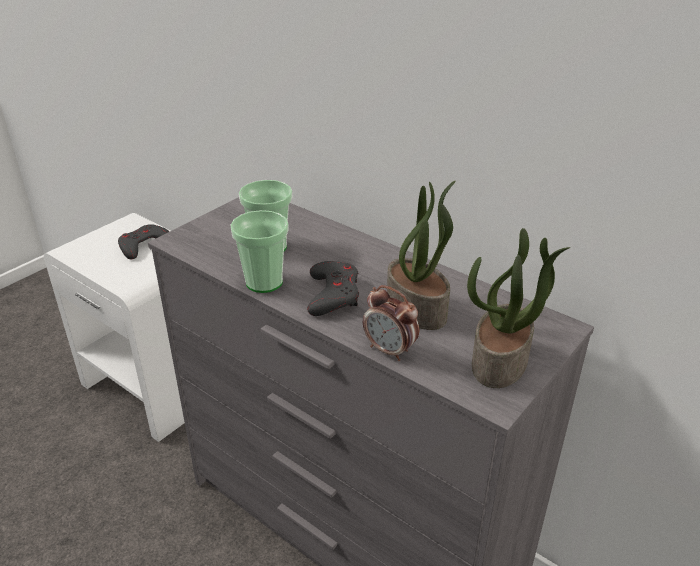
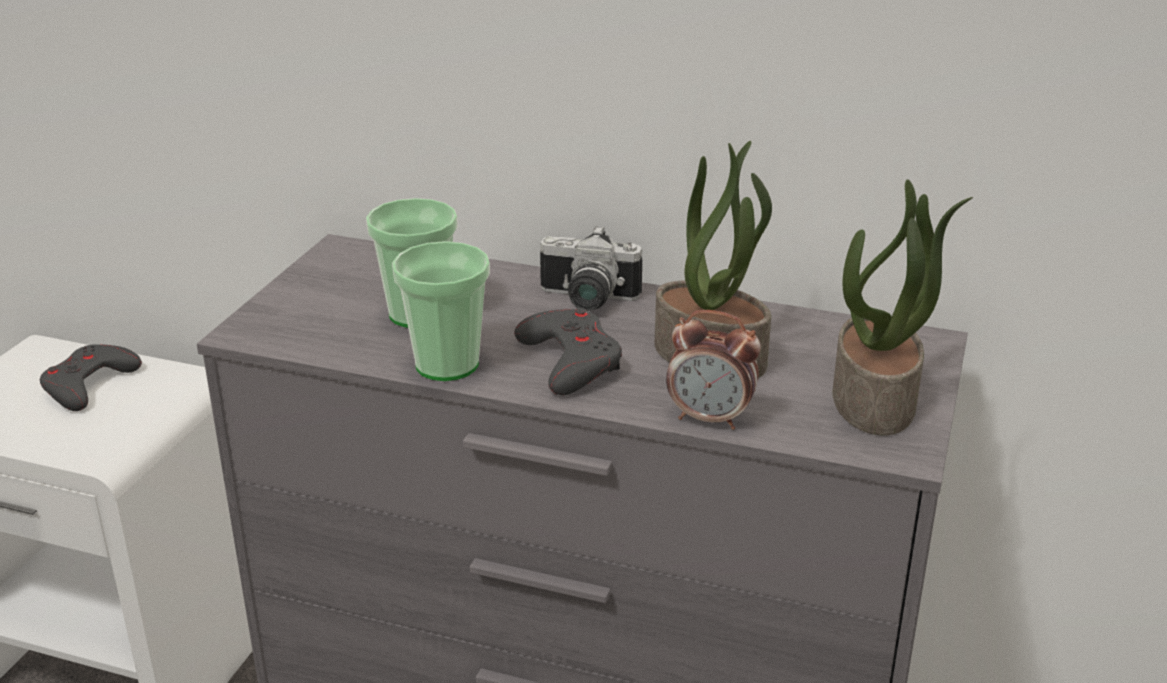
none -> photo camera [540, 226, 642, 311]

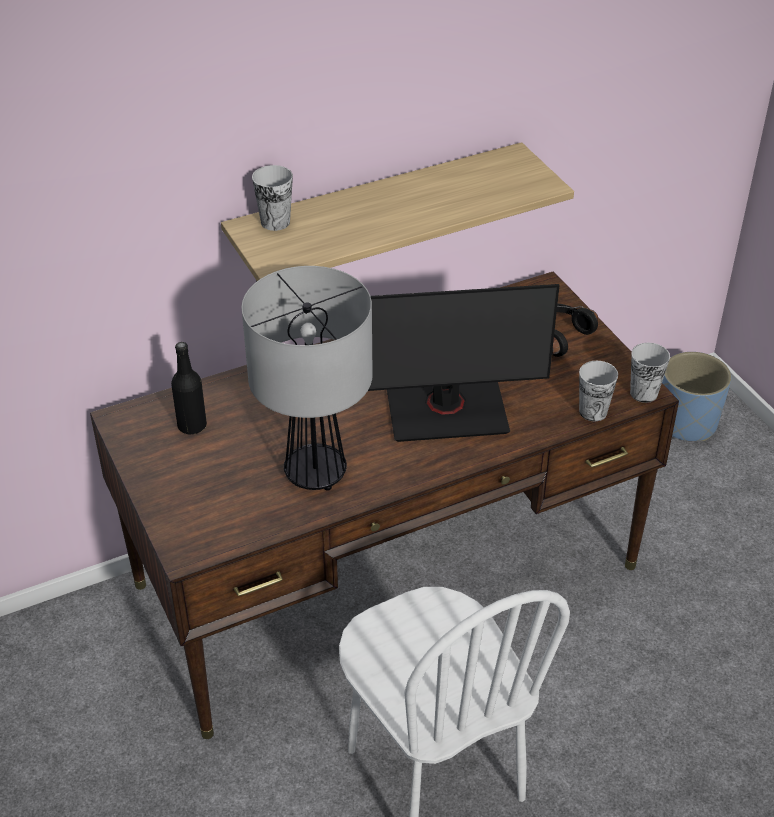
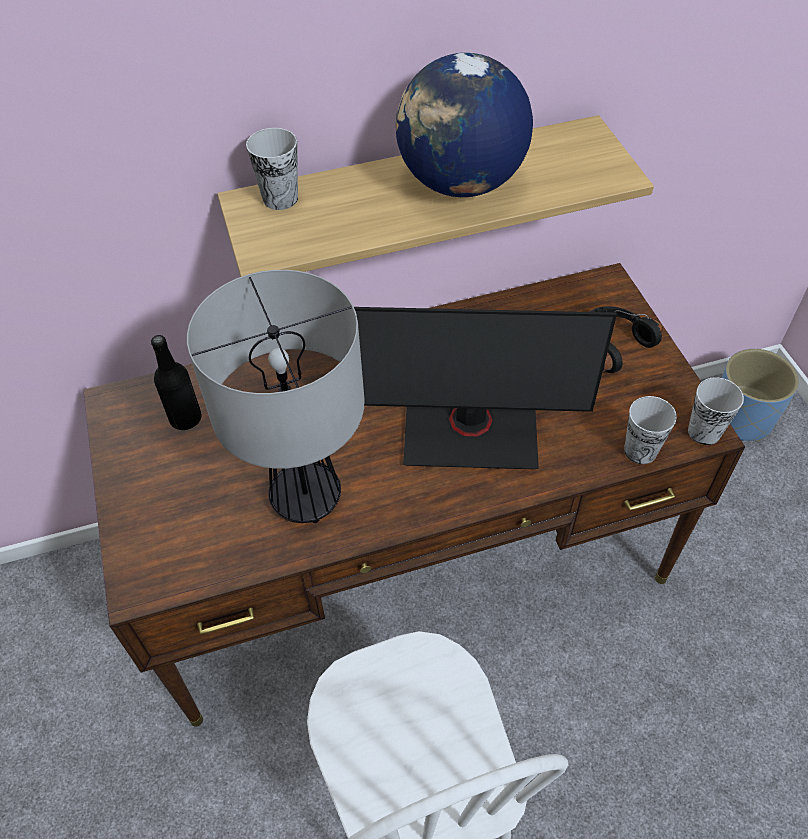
none -> globe [396, 53, 533, 197]

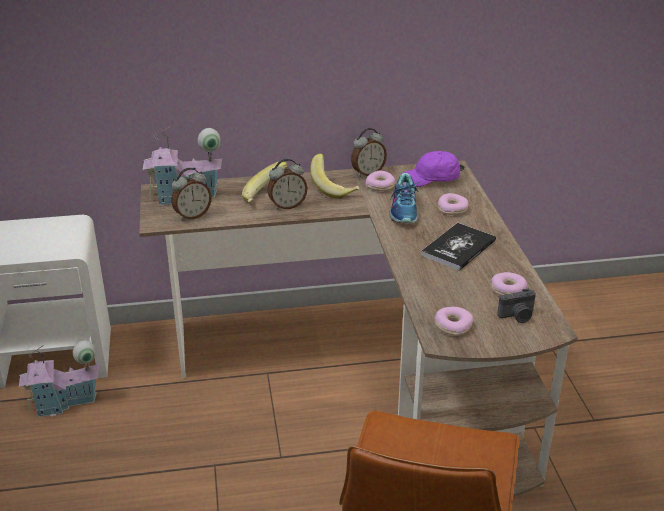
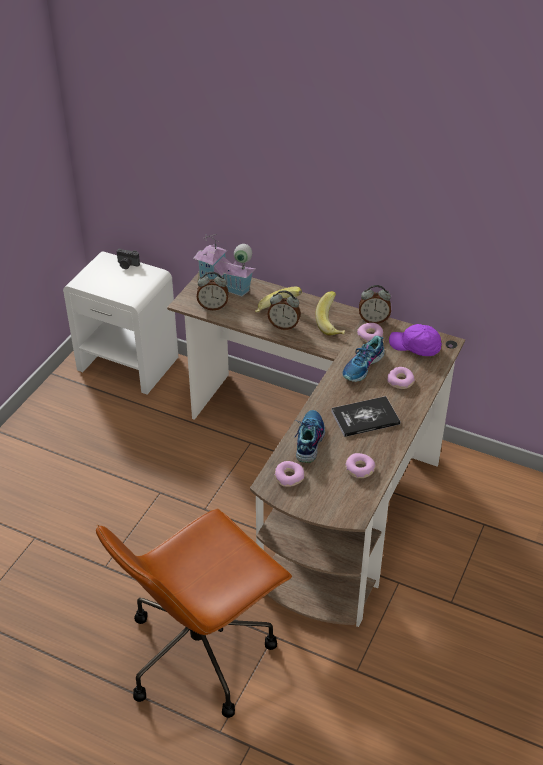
photo camera [497, 289, 536, 323] -> photo camera [117, 249, 140, 269], relocated
toy house [19, 340, 99, 417] -> none
none -> shoe [294, 410, 325, 463]

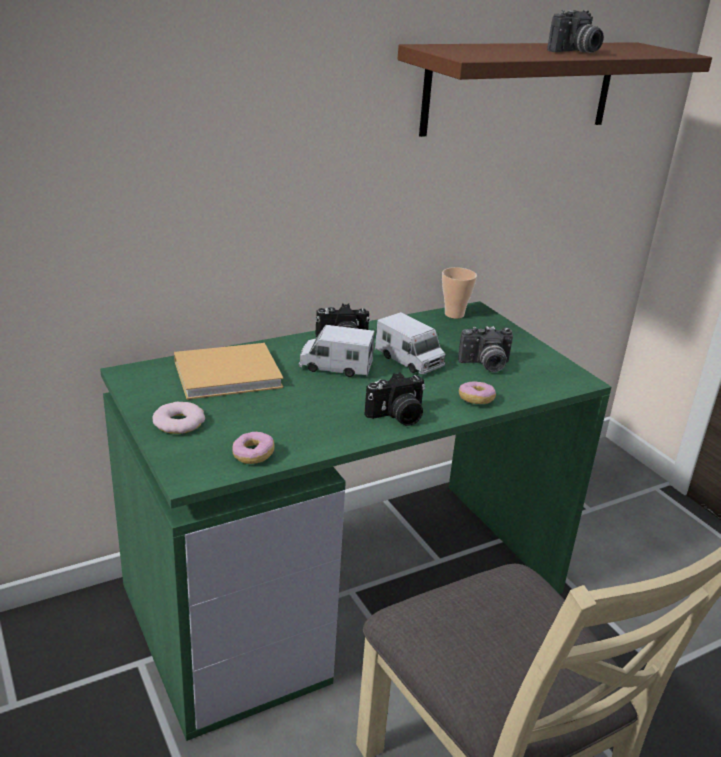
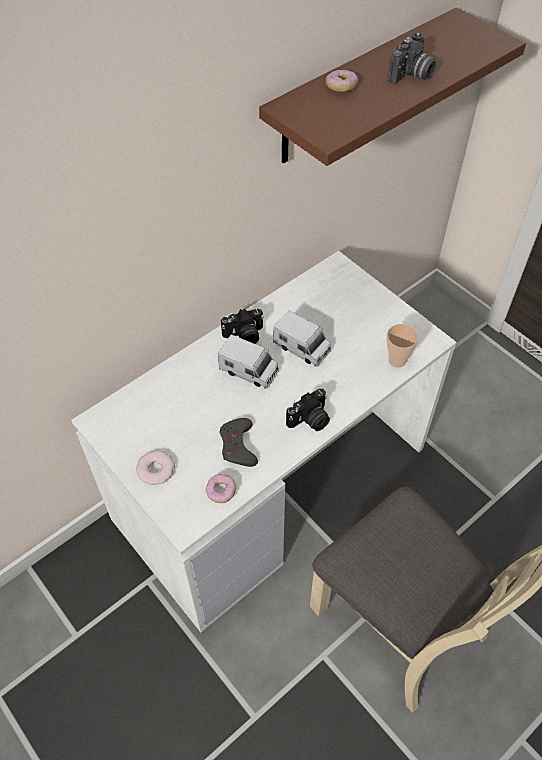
cup [442, 267, 477, 319] -> cup [387, 324, 419, 367], relocated
green desk [100, 301, 612, 741] -> white desk [71, 251, 457, 632]
toy truck [299, 325, 375, 377] -> toy truck [218, 334, 279, 389], 150 degrees counterclockwise
photo camera [458, 326, 513, 372] -> none
beige book [174, 343, 283, 400] -> none
donut [459, 381, 496, 404] -> donut [326, 70, 358, 92], relocated
none -> grey game controller [220, 418, 258, 467]

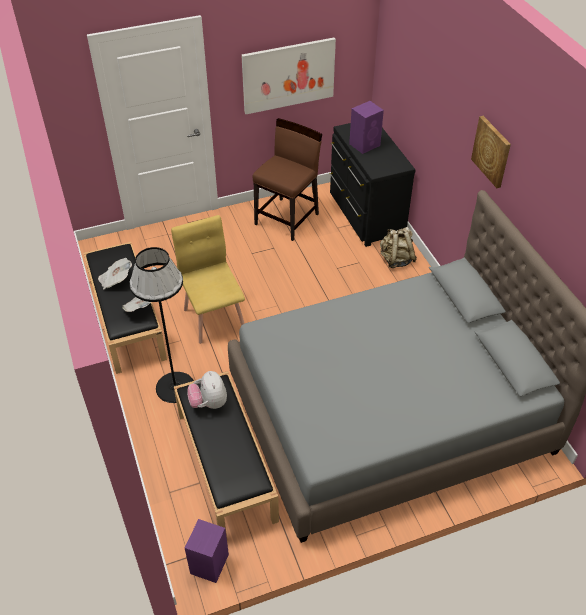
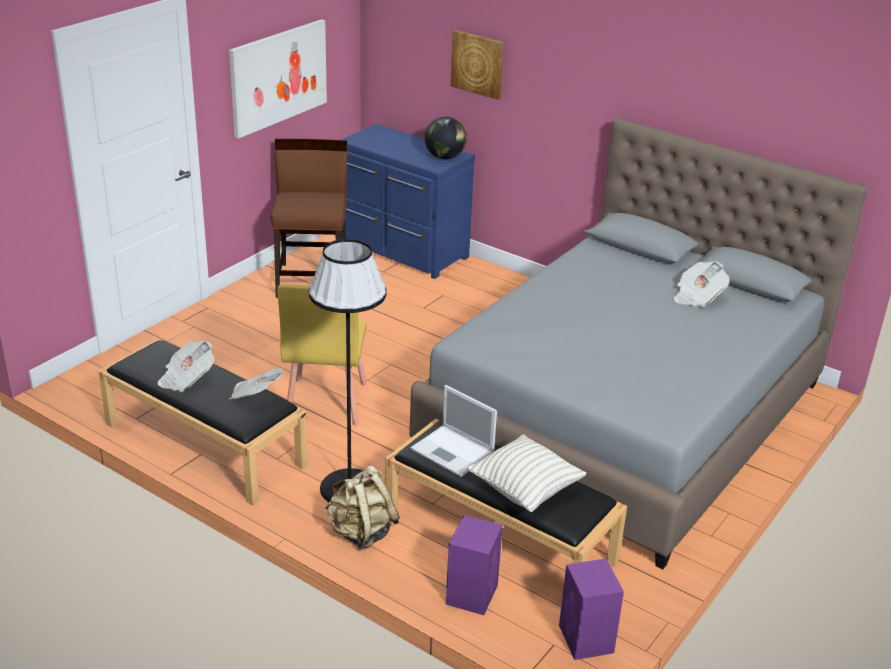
purple speaker [349, 101, 384, 154] -> purple speaker [446, 515, 503, 615], relocated
picture [471, 116, 511, 188] -> picture [451, 30, 504, 100], relocated
black dresser [330, 123, 416, 247] -> blue dresser [341, 124, 475, 279]
yellow chair [171, 215, 245, 344] -> yellow chair [277, 284, 367, 426], 120 degrees counterclockwise
beige backpack [380, 227, 417, 268] -> beige backpack [325, 465, 400, 550], relocated
plush toy [187, 371, 227, 409] -> laptop [411, 385, 497, 477]
none -> globe [425, 117, 467, 159]
none -> newspaper [673, 261, 730, 307]
none -> pillow [467, 434, 587, 512]

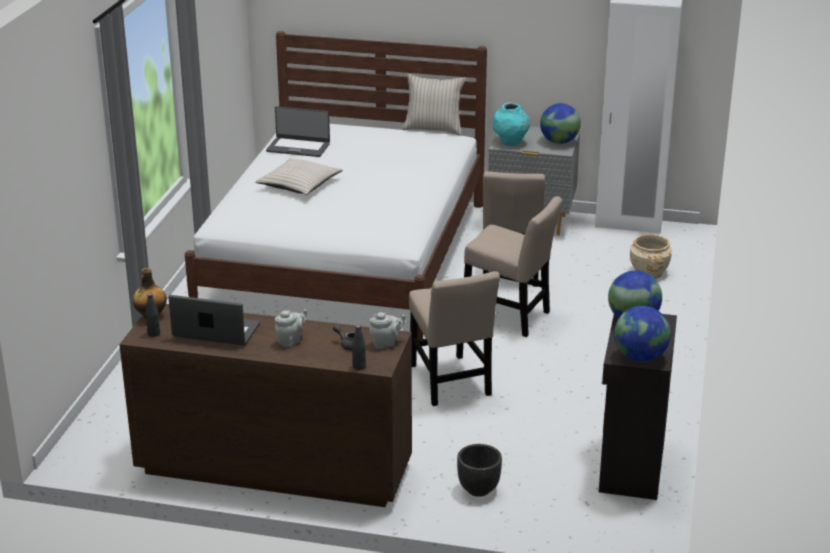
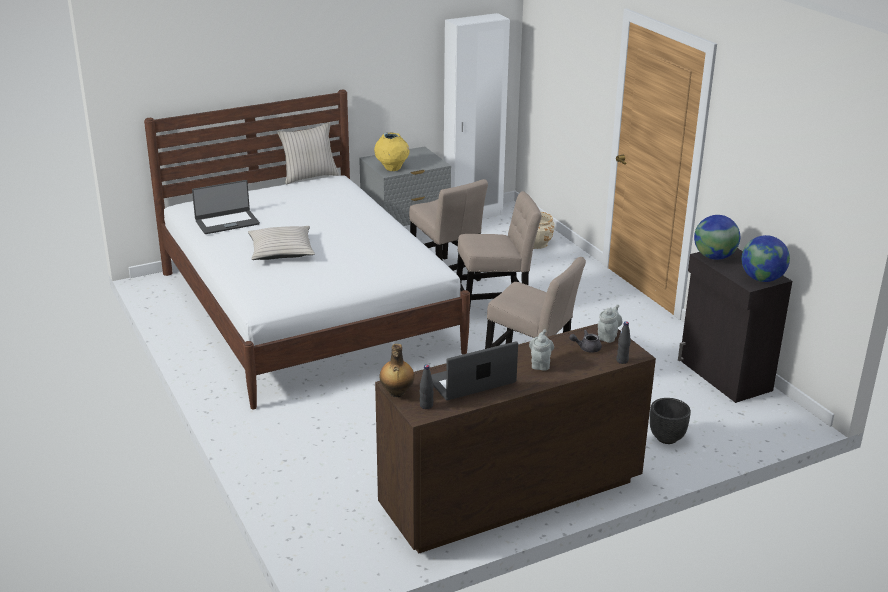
turquoise vase [493, 102, 530, 146] -> yellow vase [374, 133, 410, 171]
globe [540, 103, 581, 144] -> none

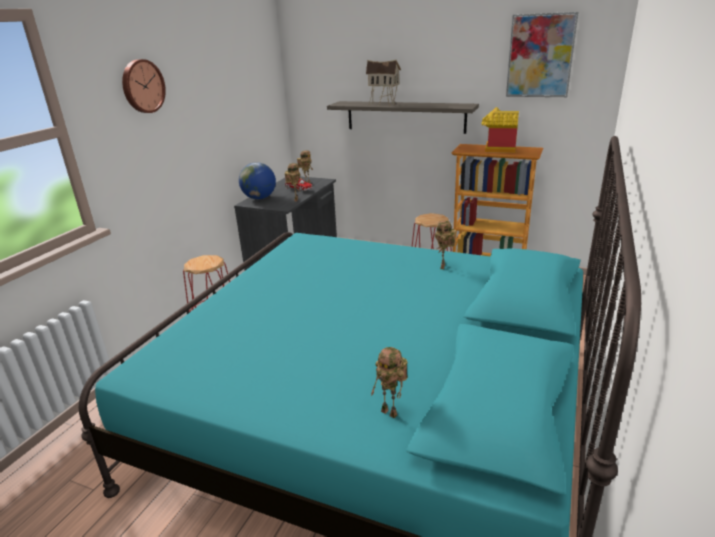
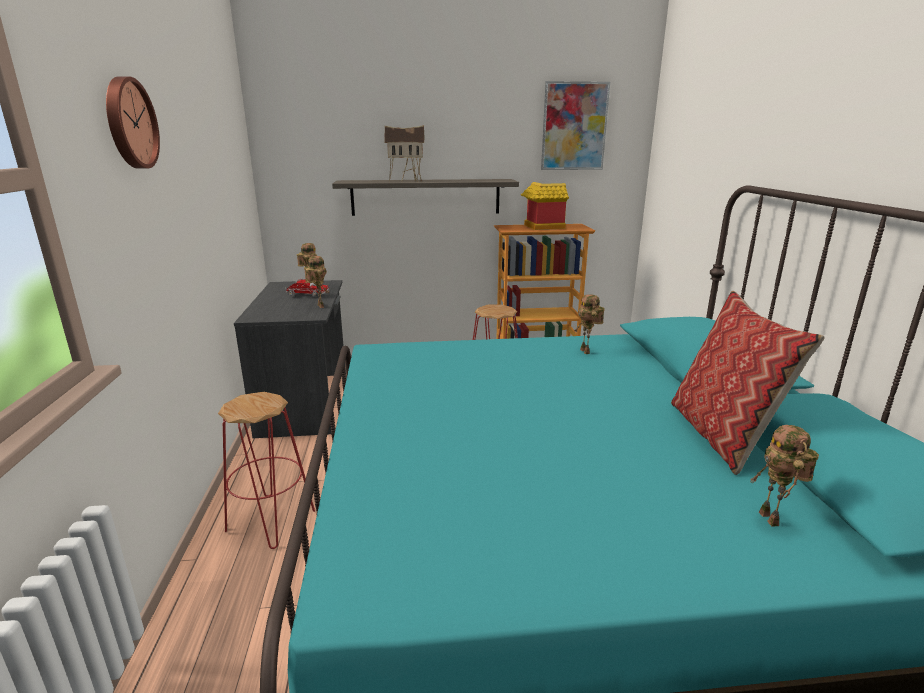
globe [239, 162, 276, 199] -> none
toy robot [371, 347, 407, 418] -> toy robot [750, 425, 819, 527], 75 degrees clockwise
none -> pillow [671, 291, 825, 475]

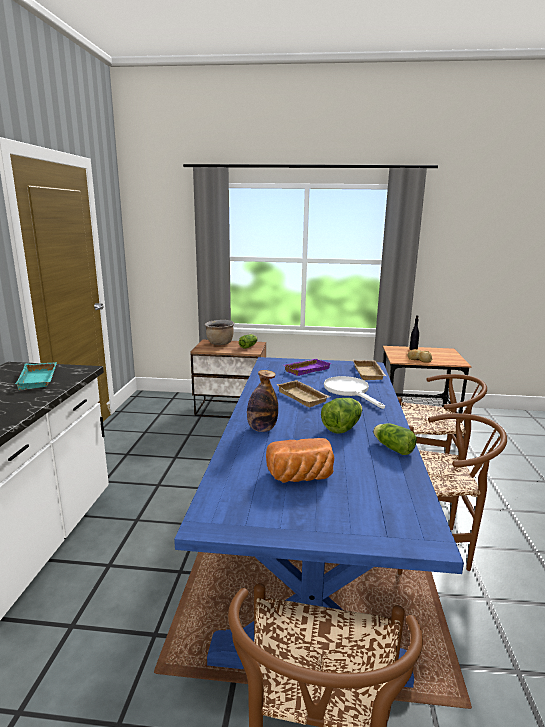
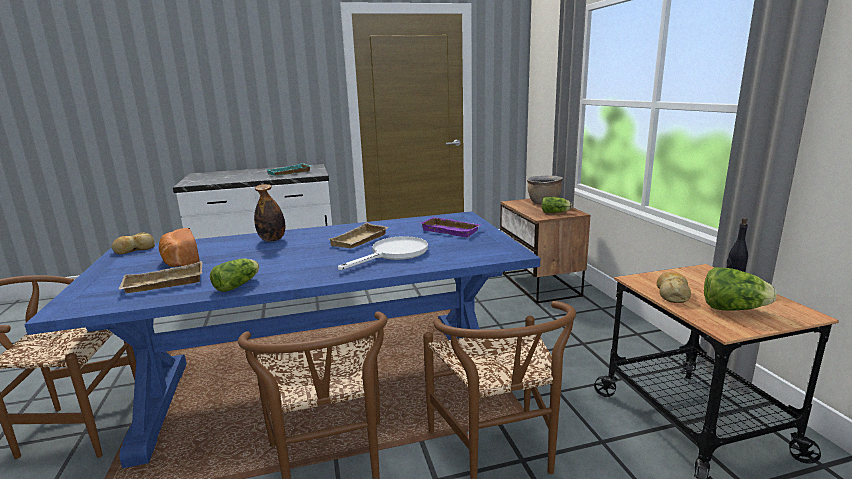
beige tray [353, 360, 386, 380] -> beige tray [119, 261, 203, 293], relocated
lettuce [321, 398, 362, 434] -> lettuce [704, 267, 777, 311], relocated
none -> bread [111, 232, 155, 254]

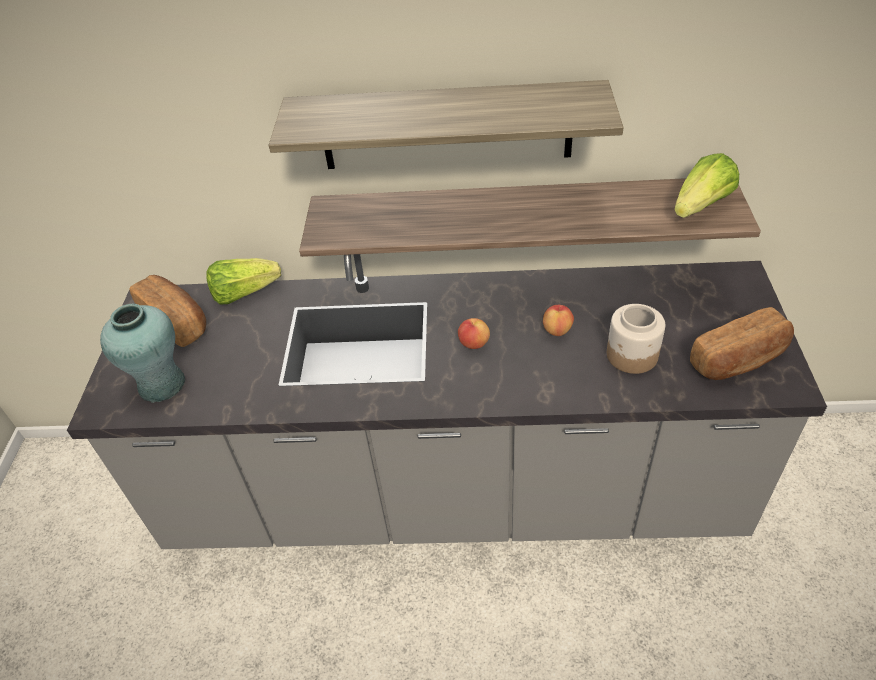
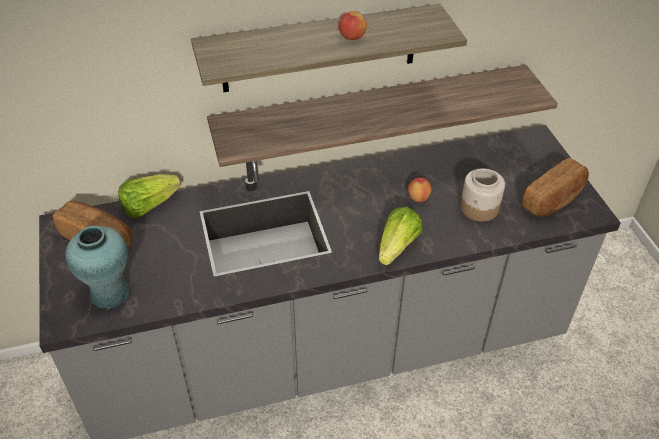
lettuce [674, 153, 739, 218] -> lettuce [379, 207, 423, 265], relocated
apple [458, 318, 490, 349] -> apple [338, 11, 367, 40], relocated

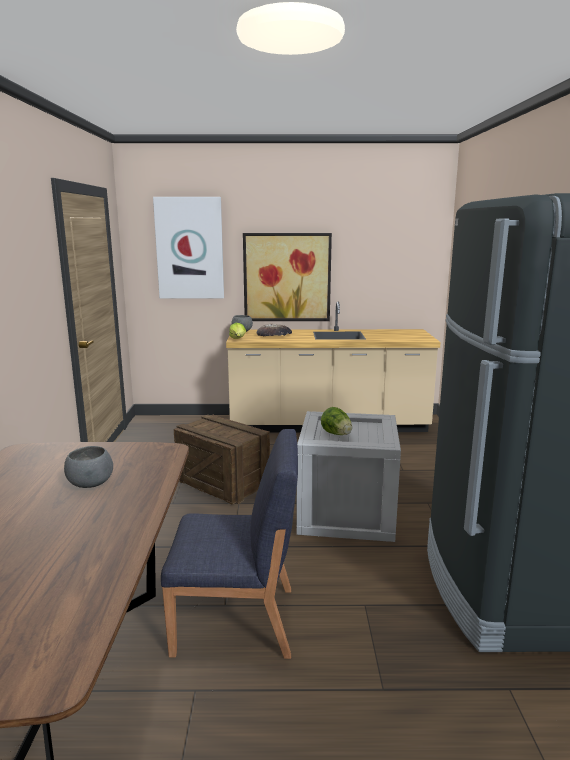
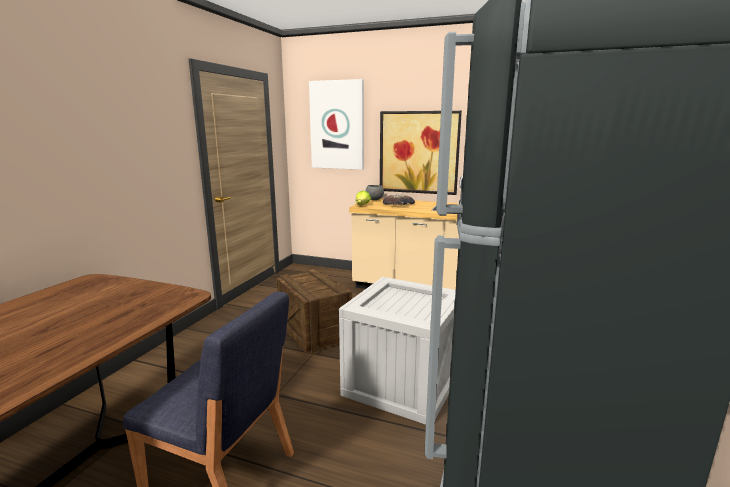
lettuce [321, 407, 352, 435] -> none
grey bowl [64, 446, 113, 488] -> none

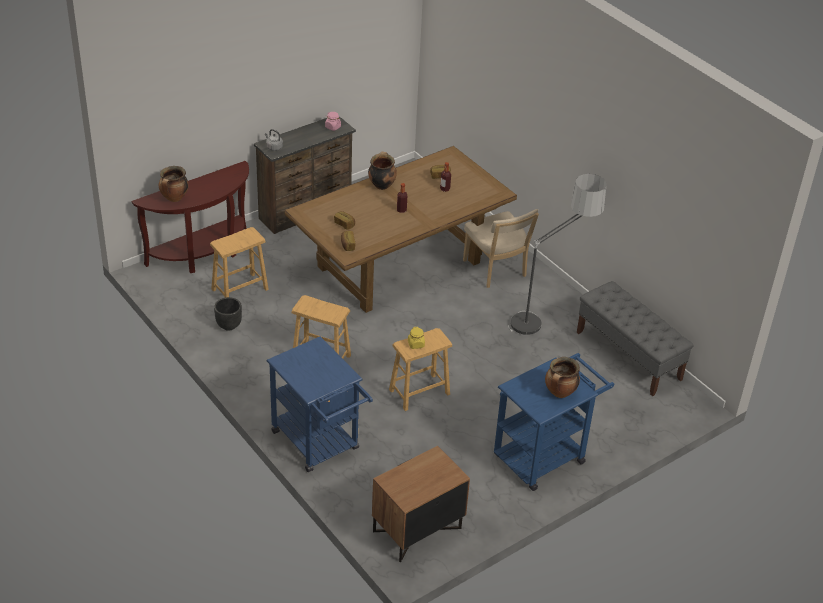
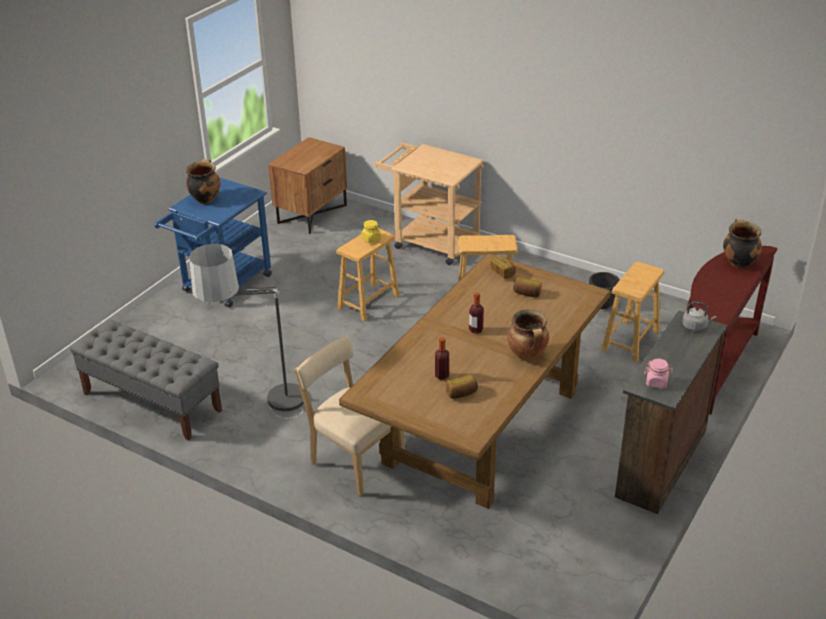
blue cart [267, 336, 373, 472] -> beige cart [373, 142, 484, 265]

